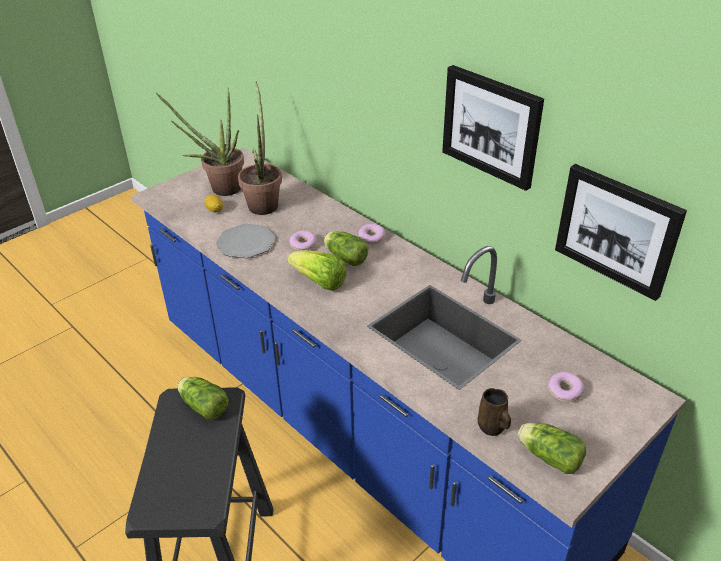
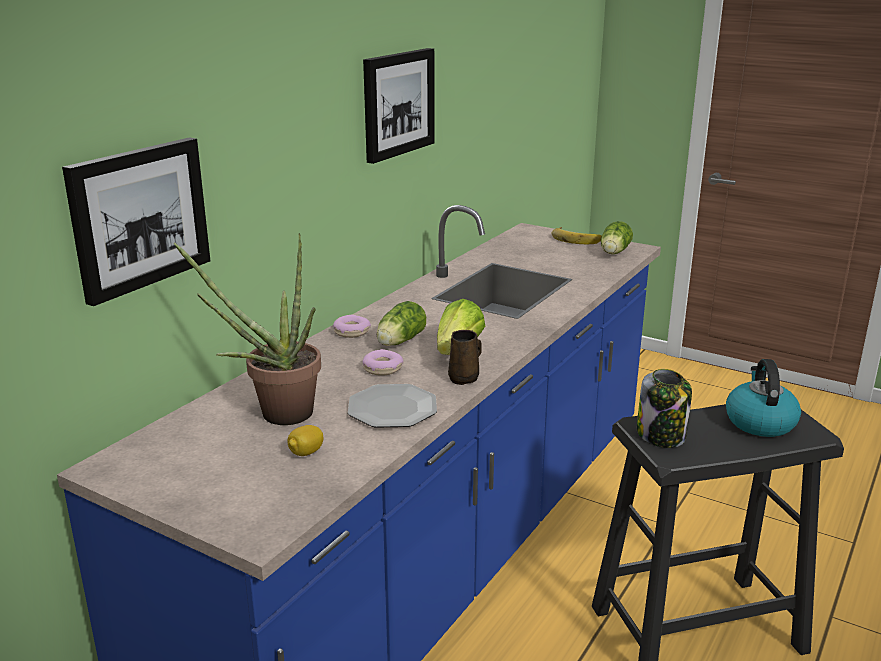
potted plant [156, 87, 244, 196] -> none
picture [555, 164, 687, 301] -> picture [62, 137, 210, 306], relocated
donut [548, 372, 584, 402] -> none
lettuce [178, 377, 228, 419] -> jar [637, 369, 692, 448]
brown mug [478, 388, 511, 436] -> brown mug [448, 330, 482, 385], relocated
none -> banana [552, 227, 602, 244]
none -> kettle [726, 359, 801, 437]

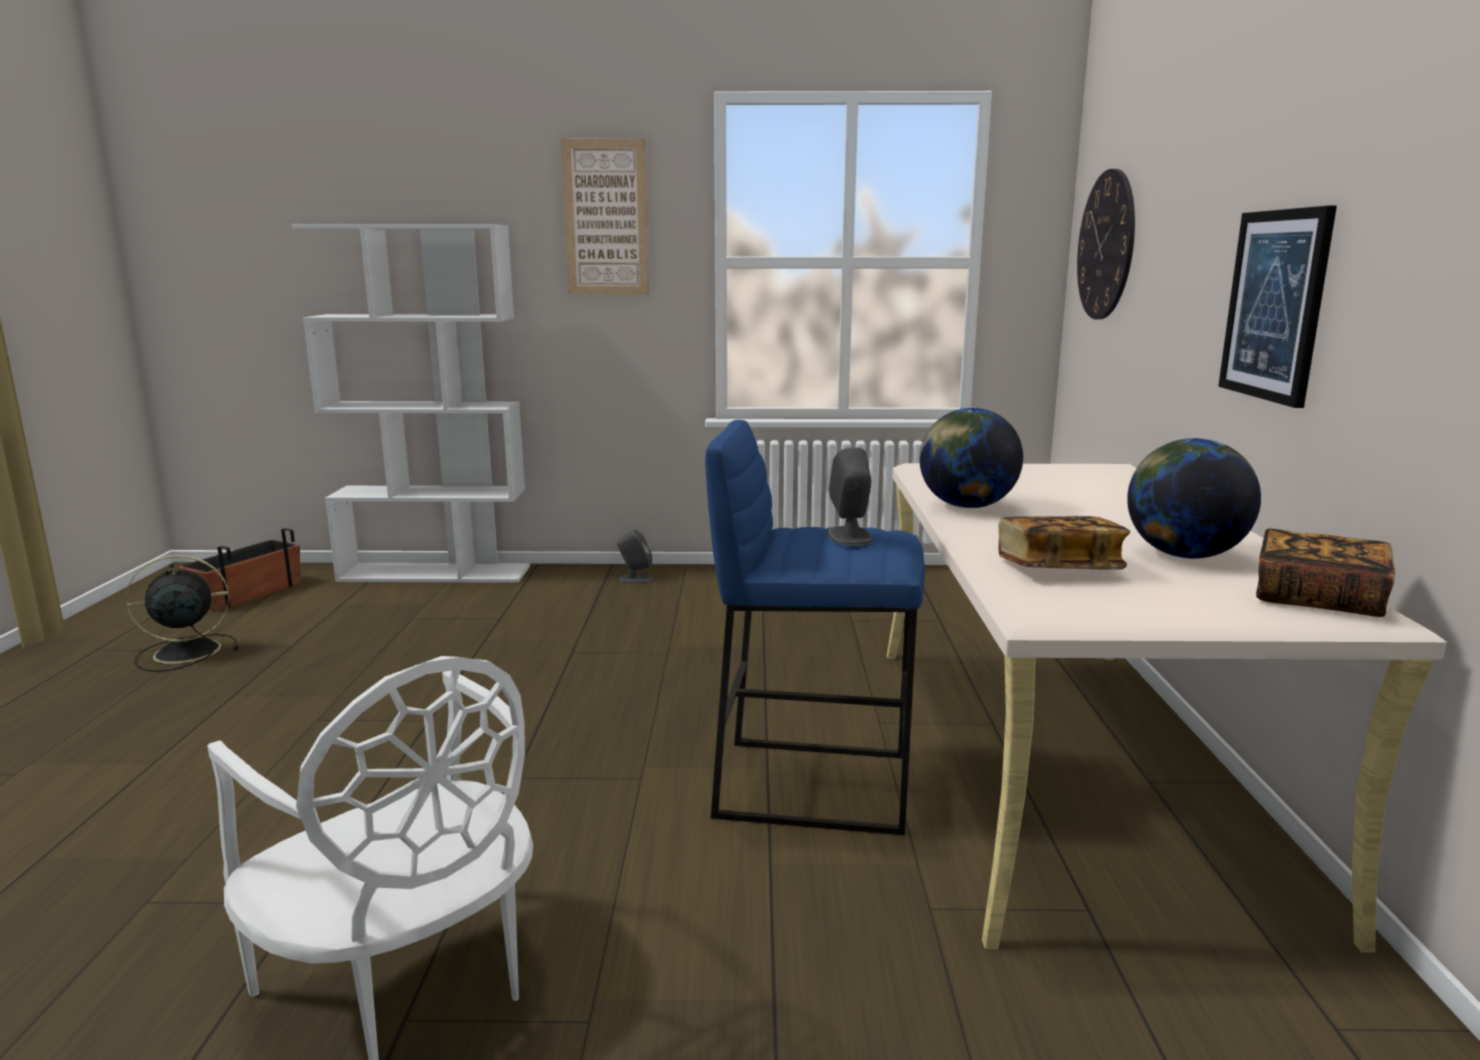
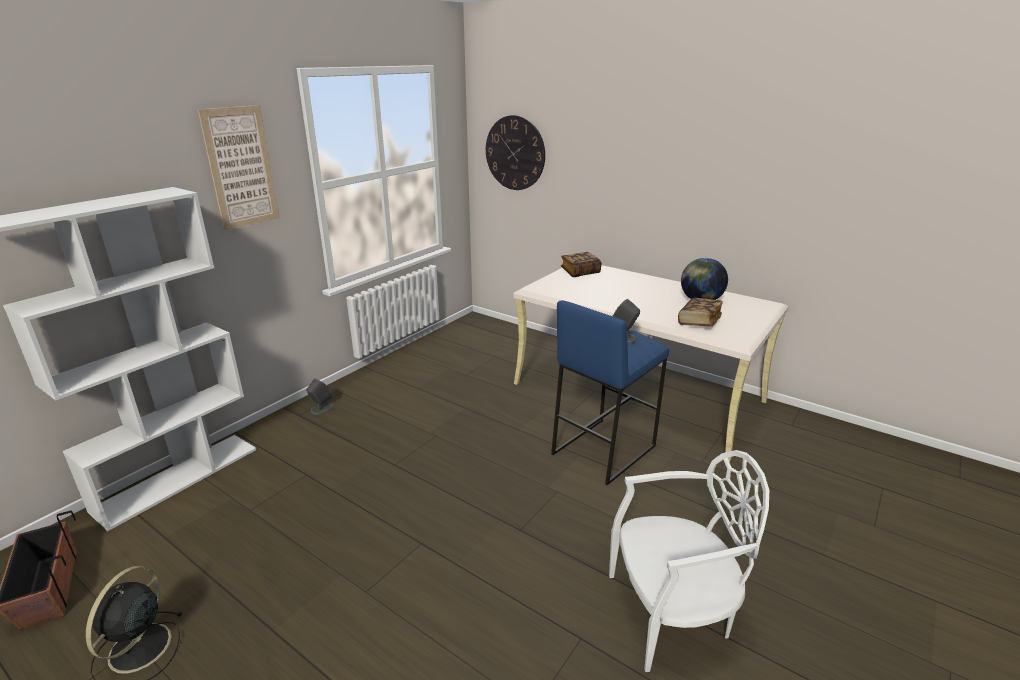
picture [1218, 206, 1337, 408] -> none
globe [920, 408, 1023, 508] -> none
book [1256, 528, 1395, 617] -> book [561, 252, 602, 277], relocated

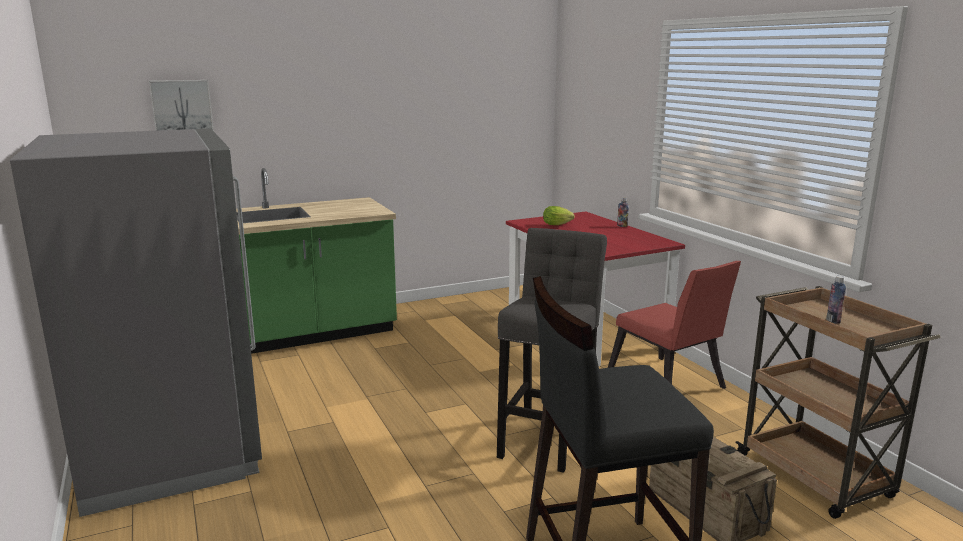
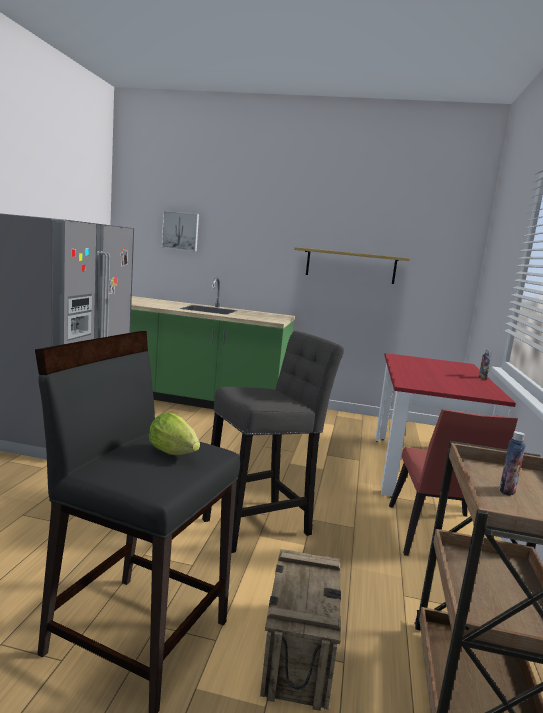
lettuce [543, 206, 575, 225] -> lettuce [149, 413, 200, 455], relocated
none -> shelf [294, 247, 410, 284]

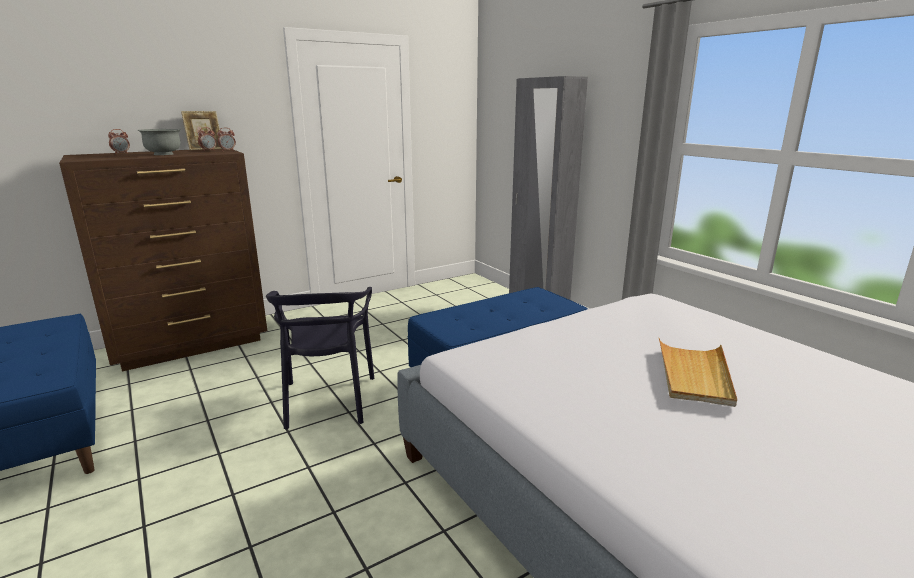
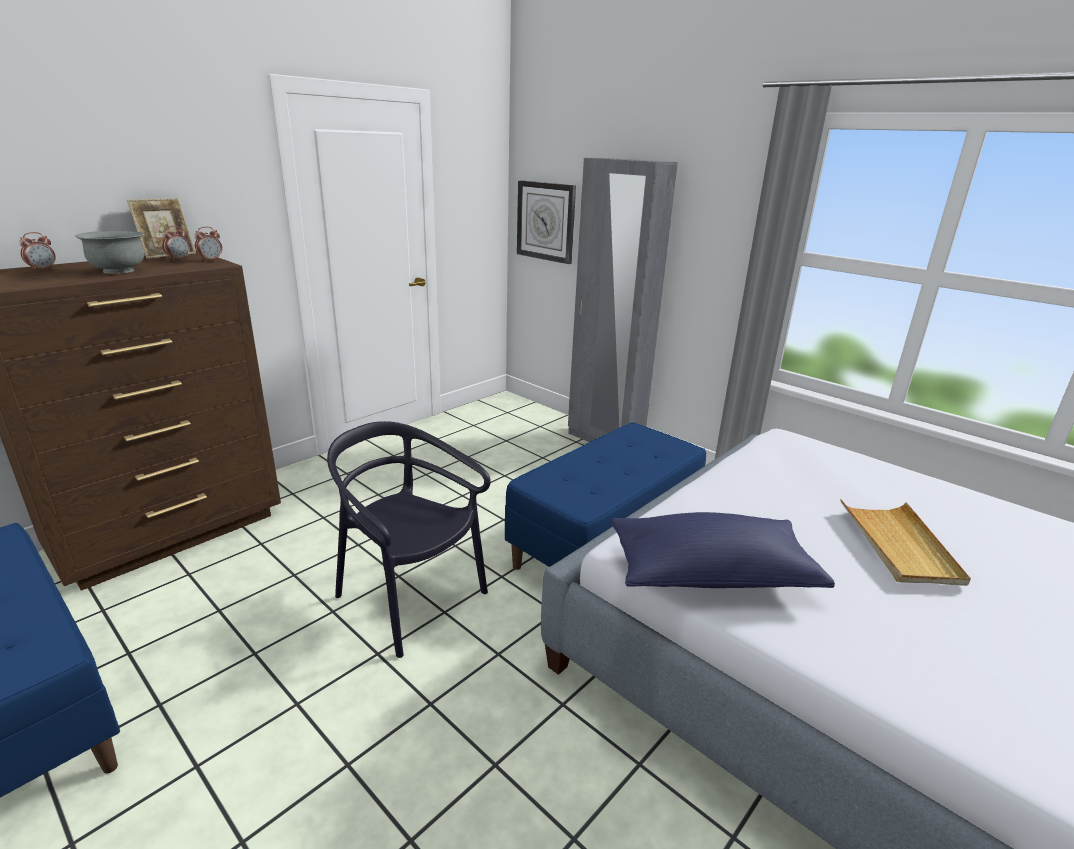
black chair [266, 287, 374, 430] -> black chair [327, 421, 491, 658], 150 degrees clockwise
none -> wall clock [517, 180, 576, 264]
none -> blue pillow [611, 512, 835, 588]

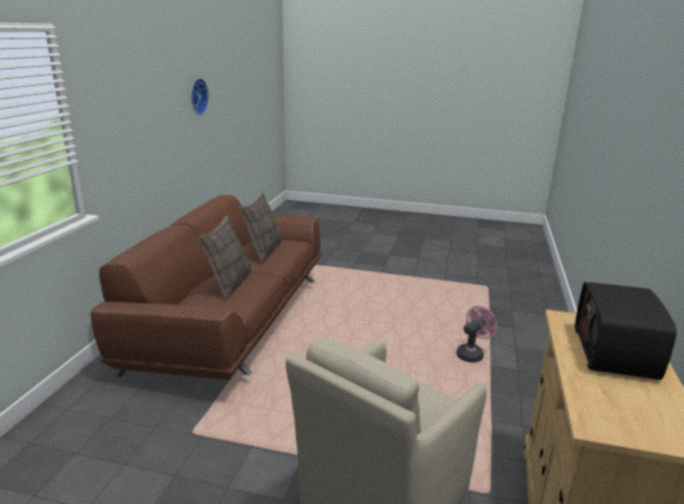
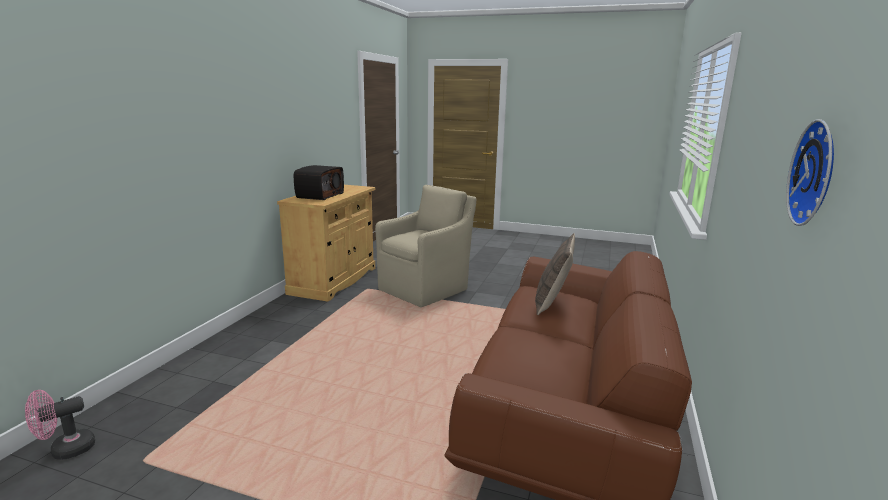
pillow [240, 191, 282, 262] -> none
pink fan [456, 306, 497, 363] -> pink fan [25, 390, 95, 459], relocated

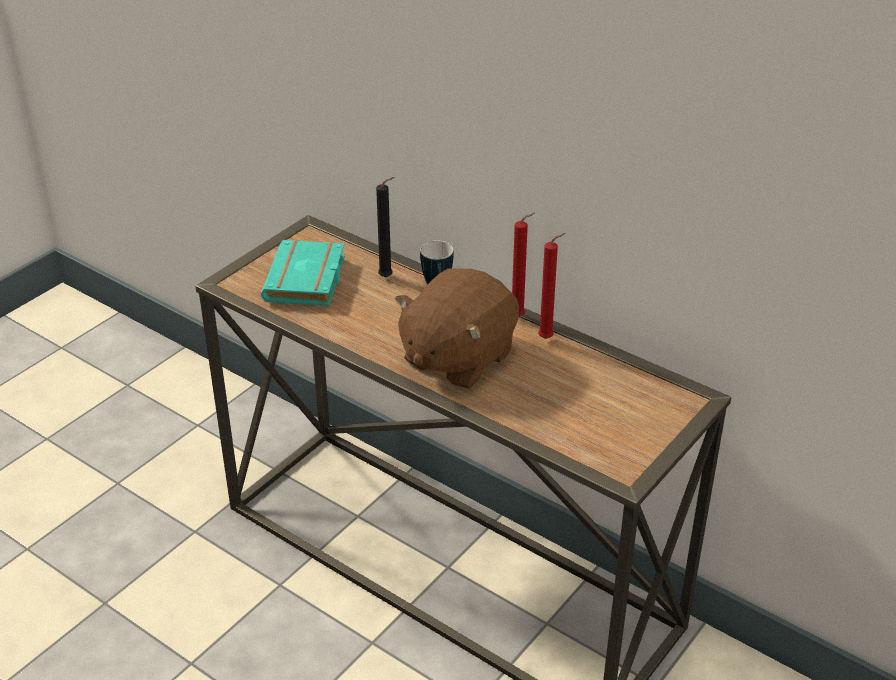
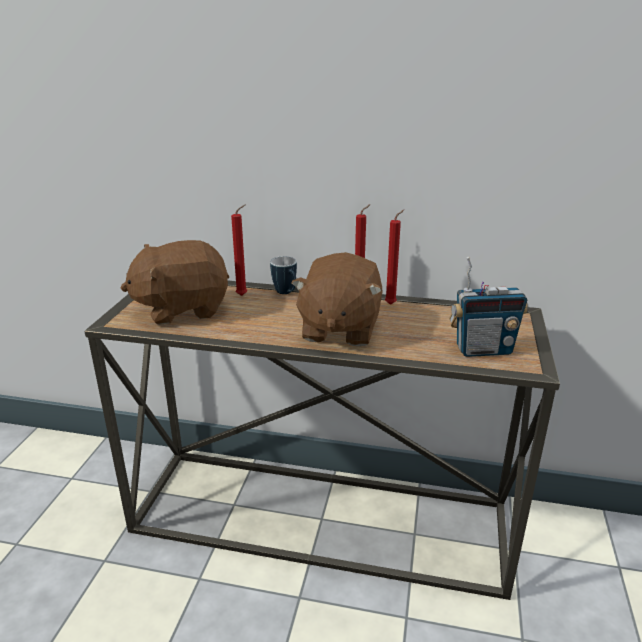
black candle [376, 177, 395, 278] -> red candle [231, 204, 247, 296]
turquoise book [261, 240, 345, 306] -> brown plush toy [121, 240, 229, 325]
none -> radio [449, 257, 529, 357]

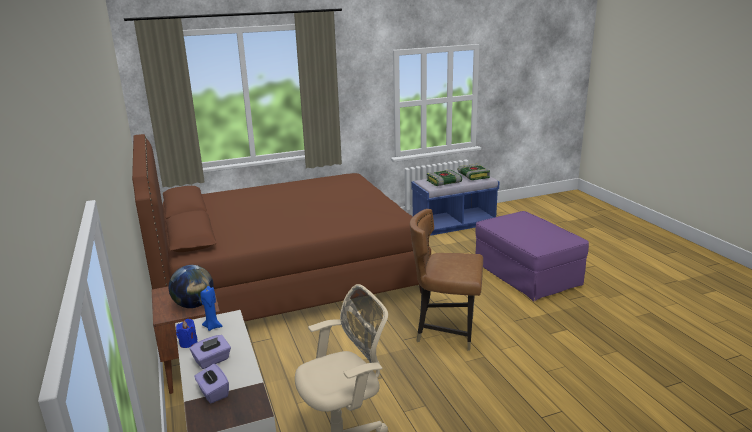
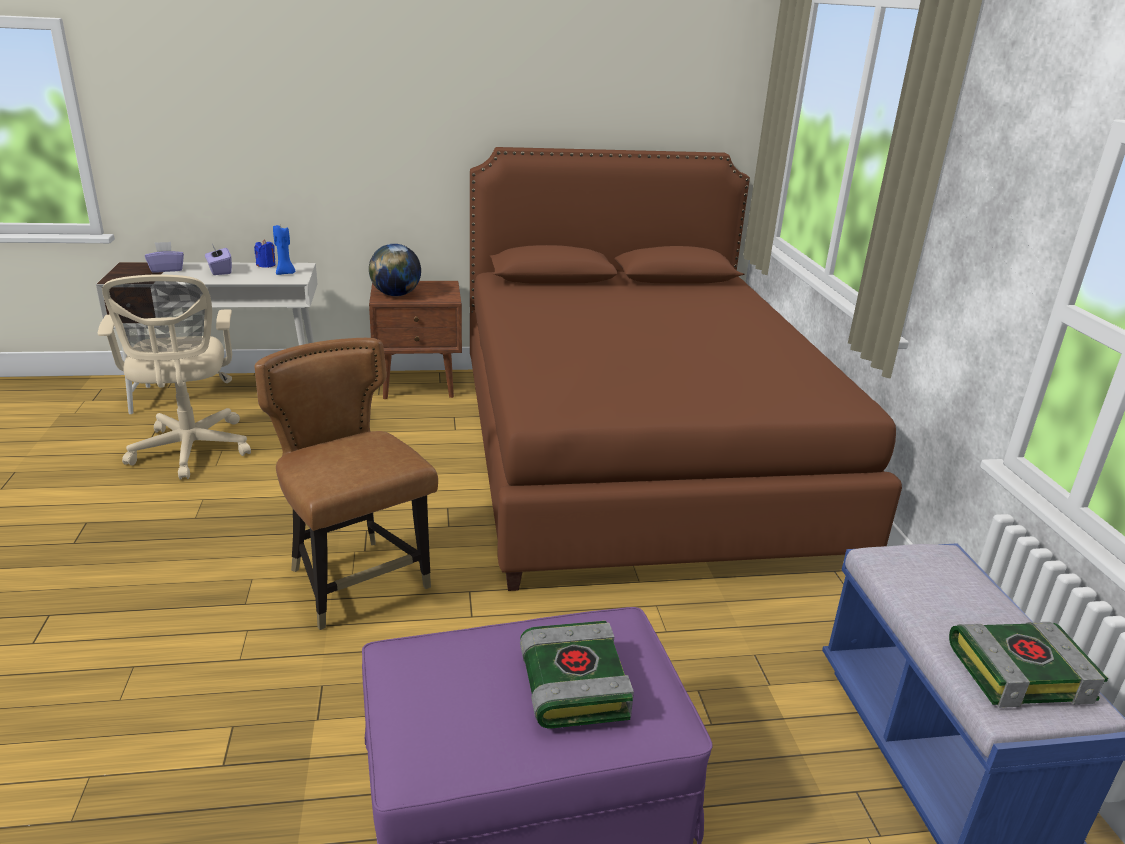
book [427, 169, 462, 186] -> book [520, 621, 634, 728], relocated
brown chair [410, 209, 483, 351] -> brown chair [254, 338, 438, 630], 60 degrees counterclockwise

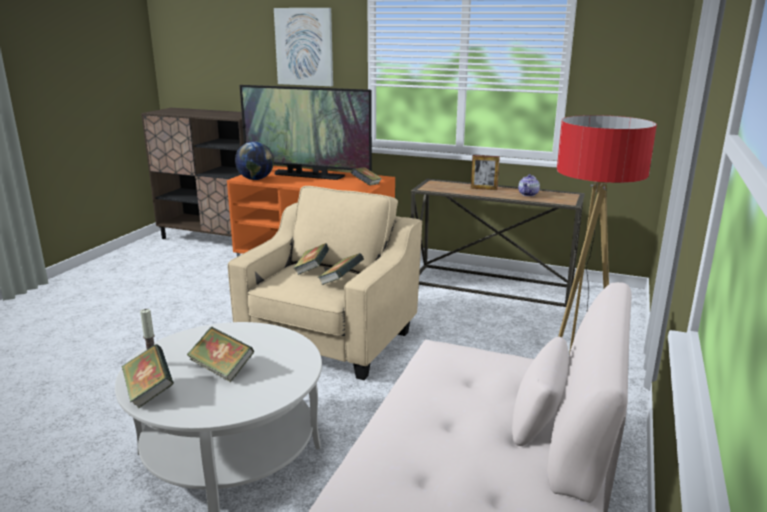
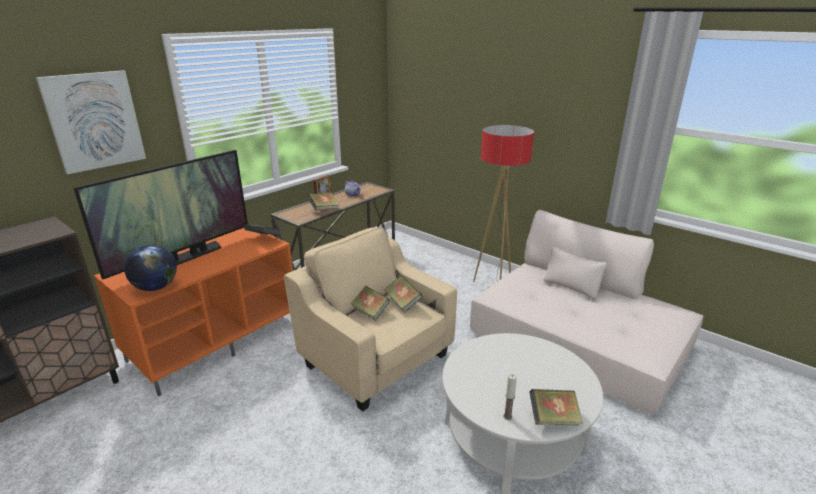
book [187, 327, 254, 382] -> book [307, 192, 340, 210], relocated

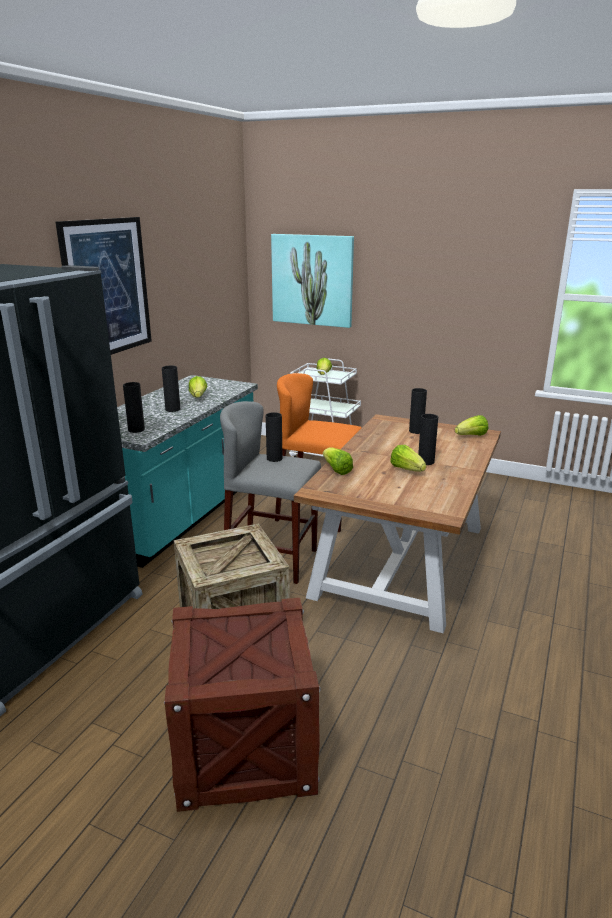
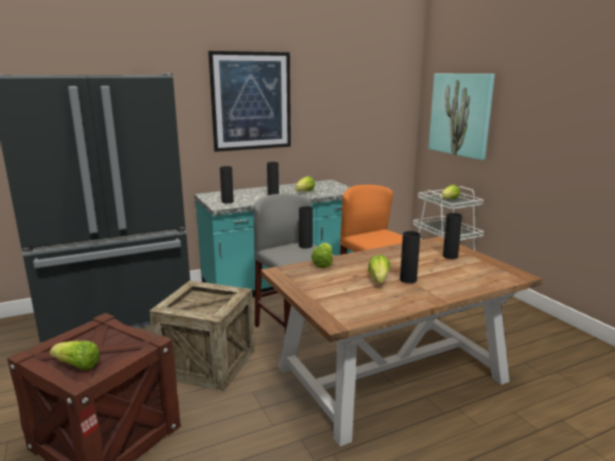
lettuce [455, 415, 488, 436] -> lettuce [50, 341, 100, 370], relocated

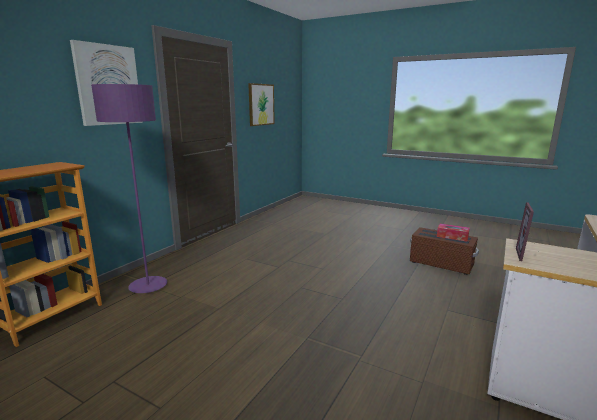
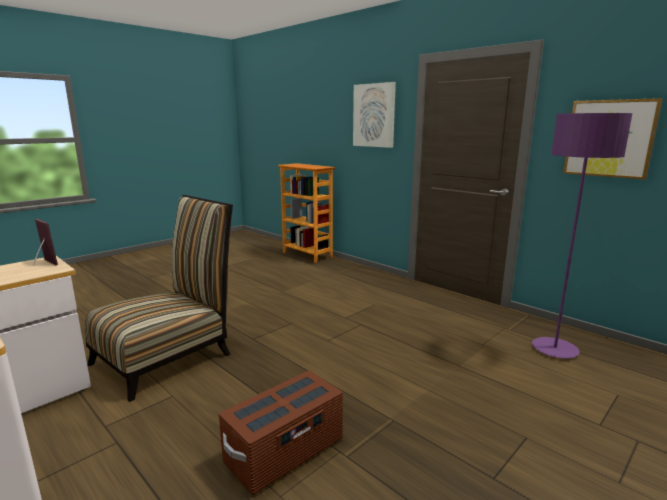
purple floor lamp [91, 84, 167, 293] -> purple floor lamp [532, 113, 633, 358], relocated
tissue box [437, 224, 470, 242] -> none
none -> chair [85, 195, 233, 402]

